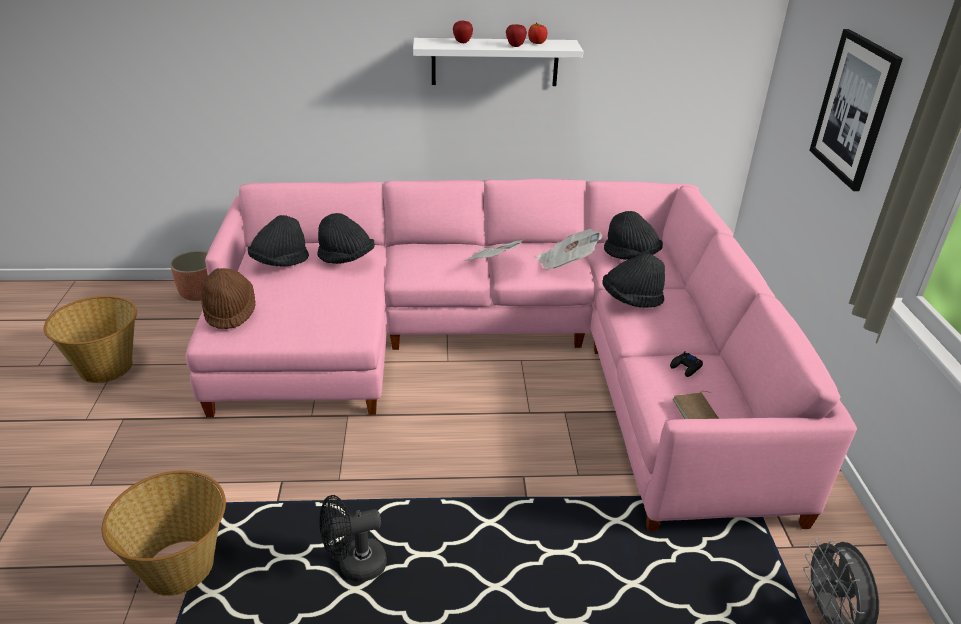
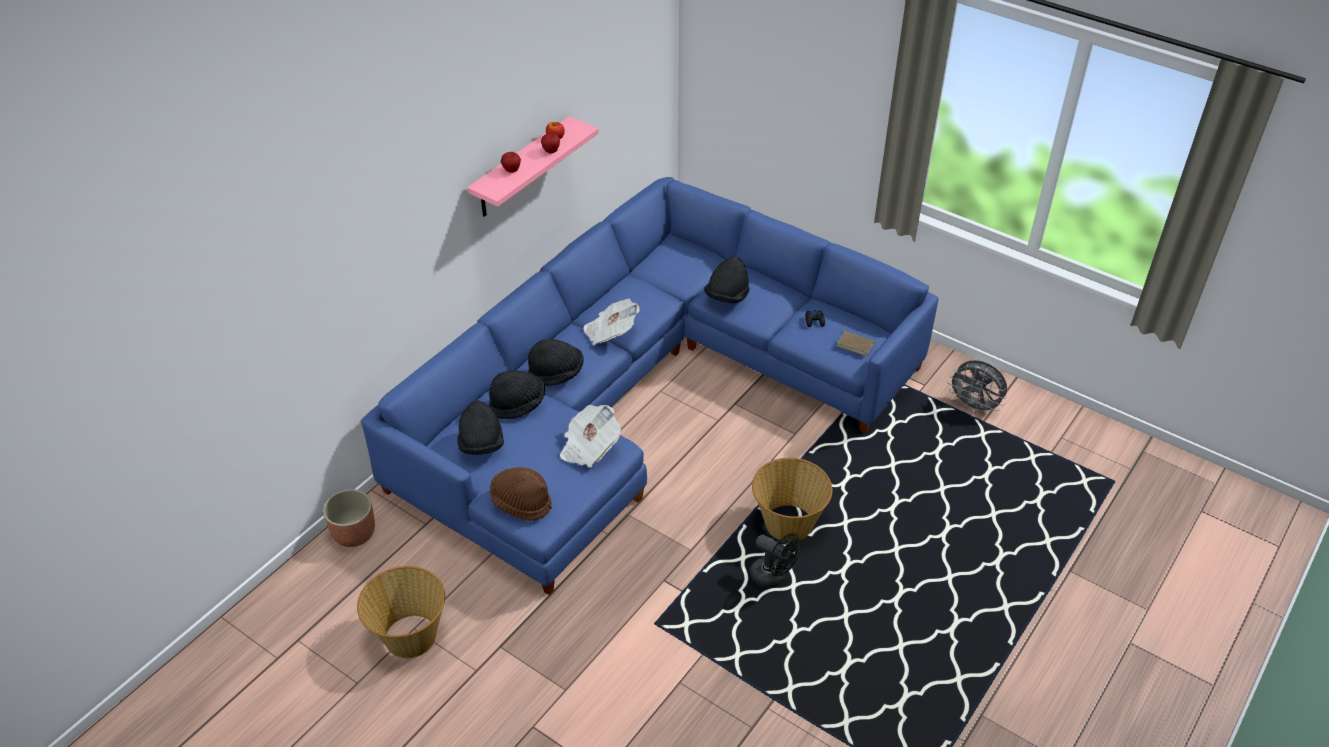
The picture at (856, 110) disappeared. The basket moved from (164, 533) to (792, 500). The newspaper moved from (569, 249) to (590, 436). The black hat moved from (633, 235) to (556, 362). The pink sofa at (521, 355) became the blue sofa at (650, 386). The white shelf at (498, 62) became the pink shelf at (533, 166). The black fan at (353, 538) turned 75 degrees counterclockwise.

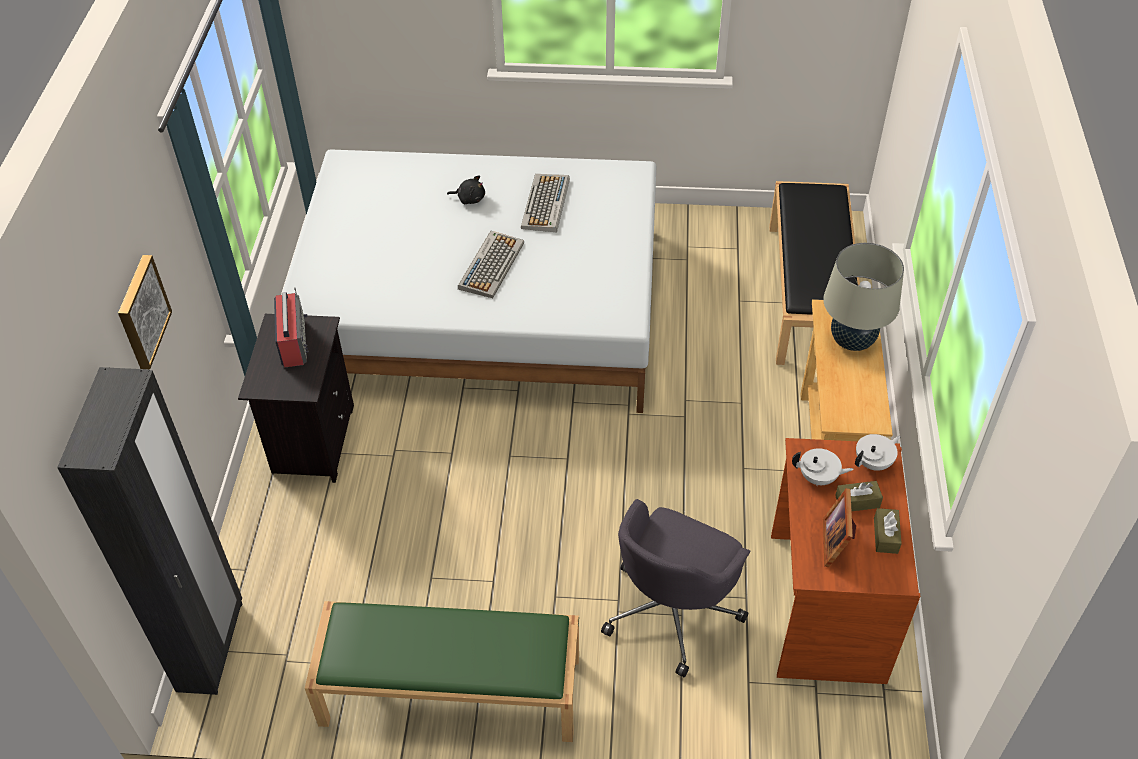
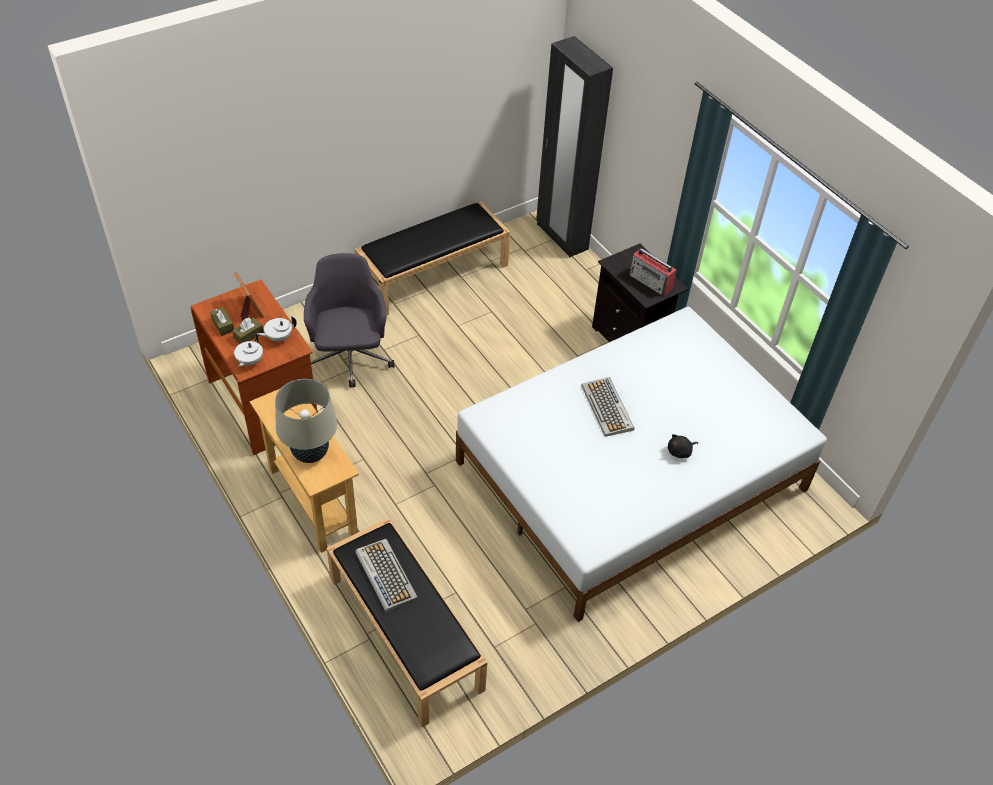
The picture at (145, 312) disappeared. The keyboard moved from (545, 203) to (387, 575). The green bench at (442, 671) became the black bench at (432, 258).

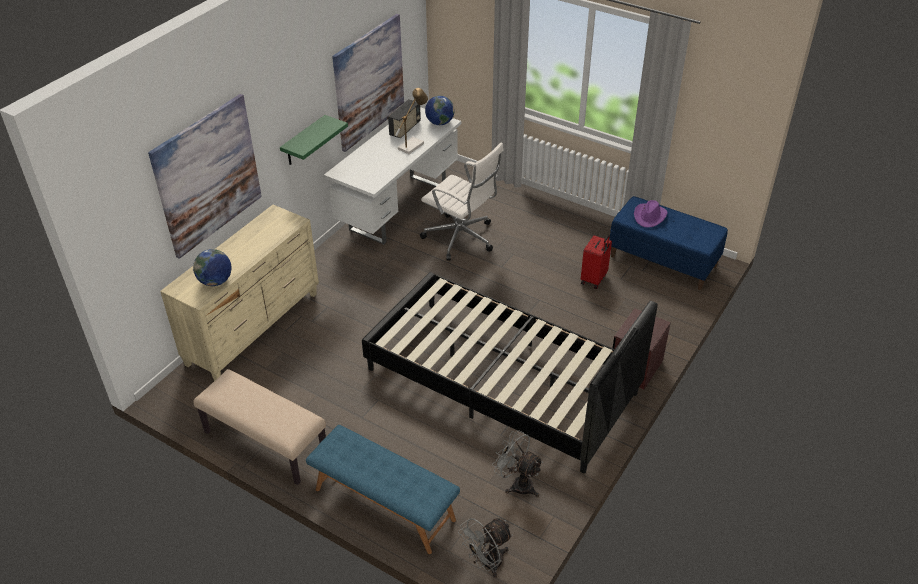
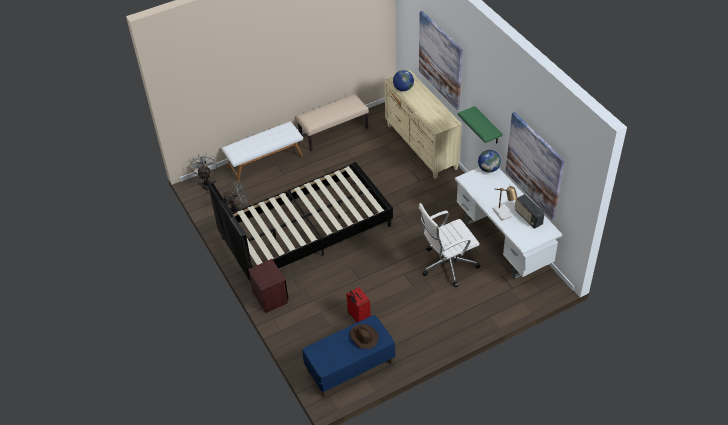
The globe moved from (439, 110) to (489, 161). The blue bench at (383, 489) became the white bench at (262, 151). The purple hat at (651, 214) became the brown hat at (364, 336).

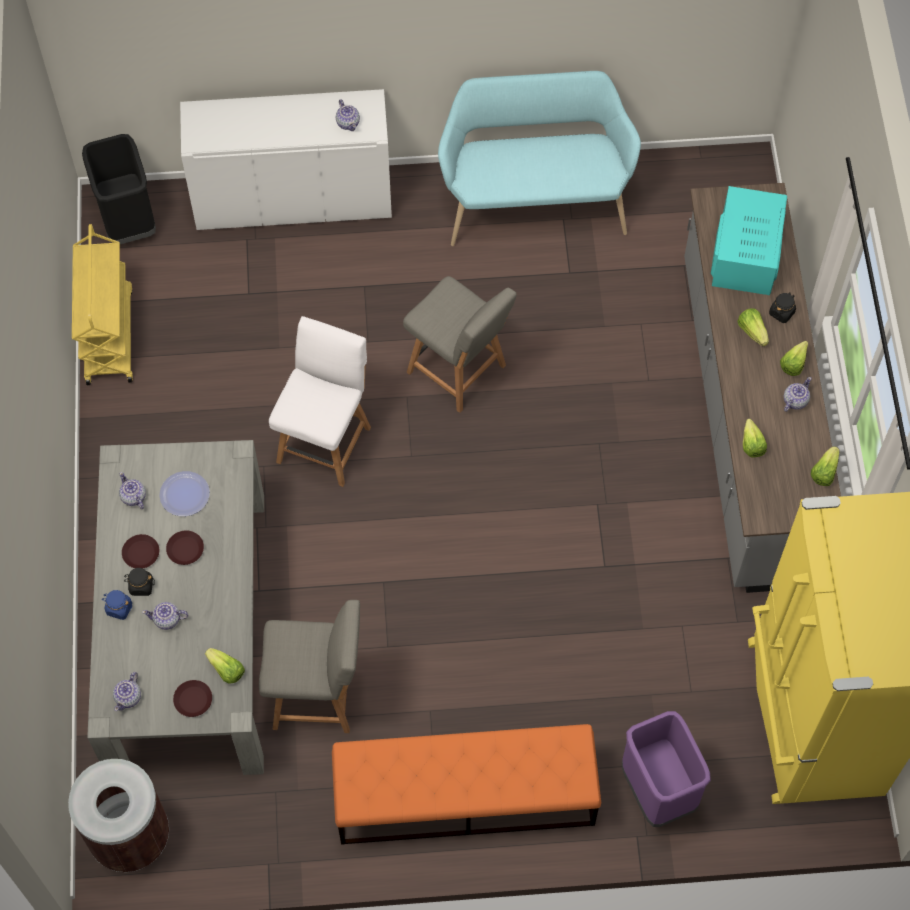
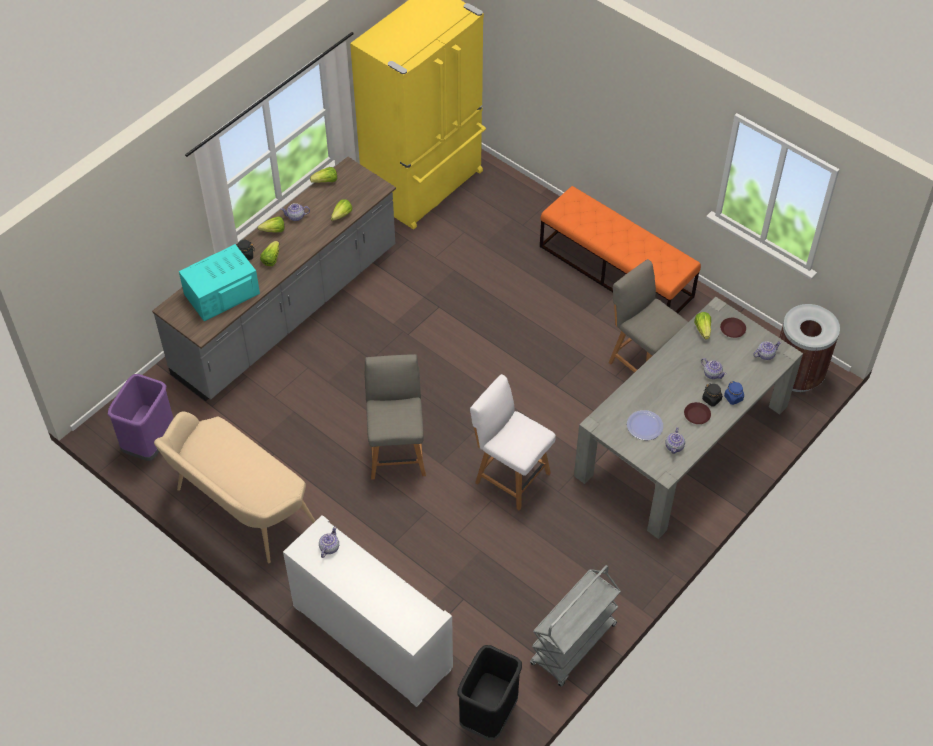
The brown plate at (185, 548) disappeared. The purple trash can moved from (666, 769) to (141, 417). The yellow cart at (102, 304) became the grey cart at (575, 626). The turquoise bench at (539, 158) became the beige bench at (234, 487). The white chair at (320, 401) turned 60 degrees clockwise.

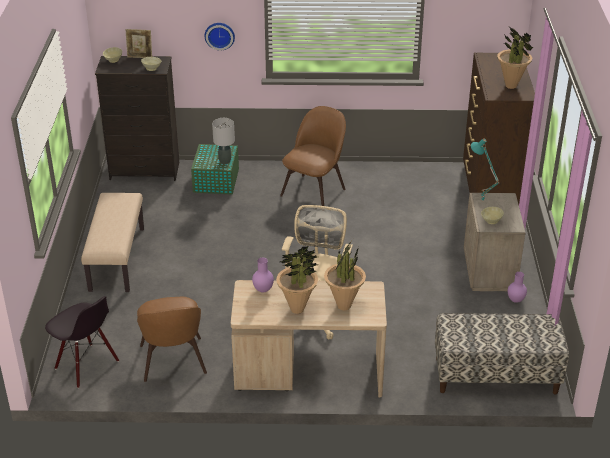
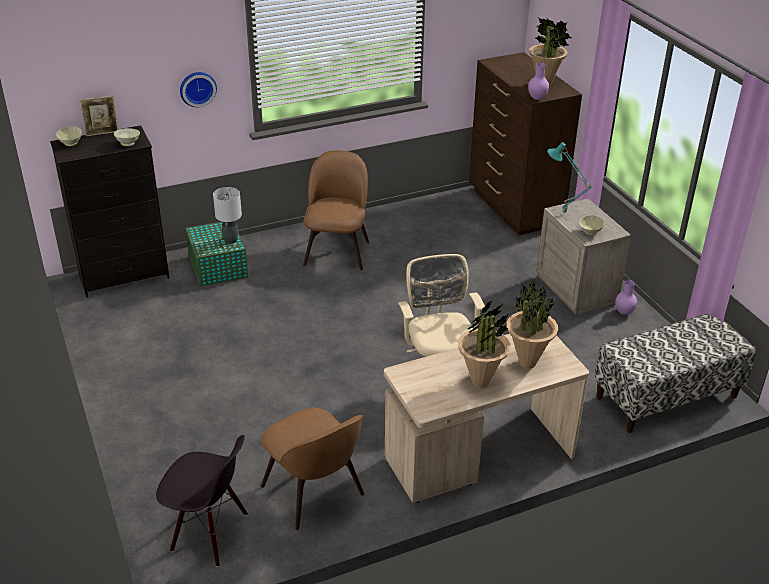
The beige bench at (112, 242) disappeared. The purple vase moved from (263, 275) to (538, 81).

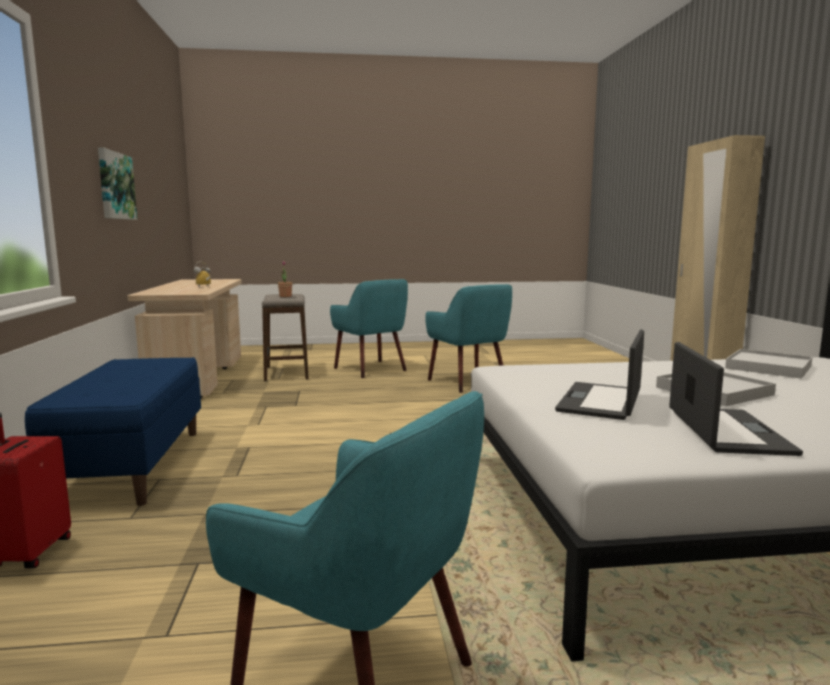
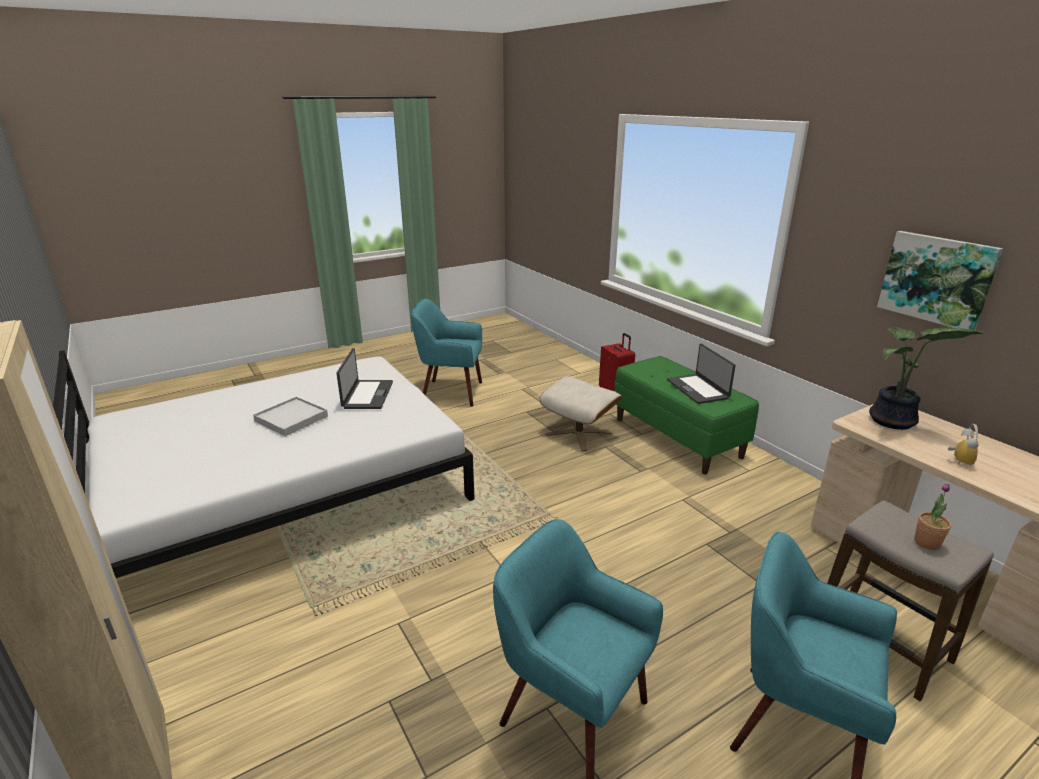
The white tray at (768, 364) disappeared. The beige ottoman at (581, 413) appeared. The potted plant at (926, 378) appeared. The laptop moved from (736, 399) to (701, 373). The blue bench at (113, 431) became the green bench at (686, 415).

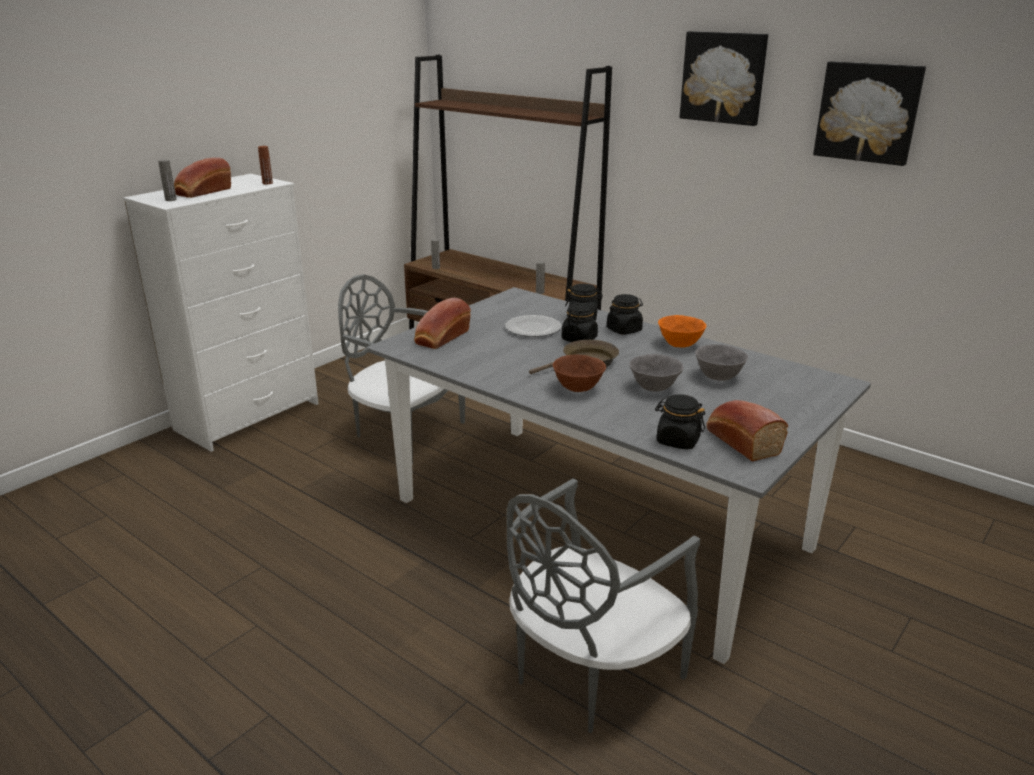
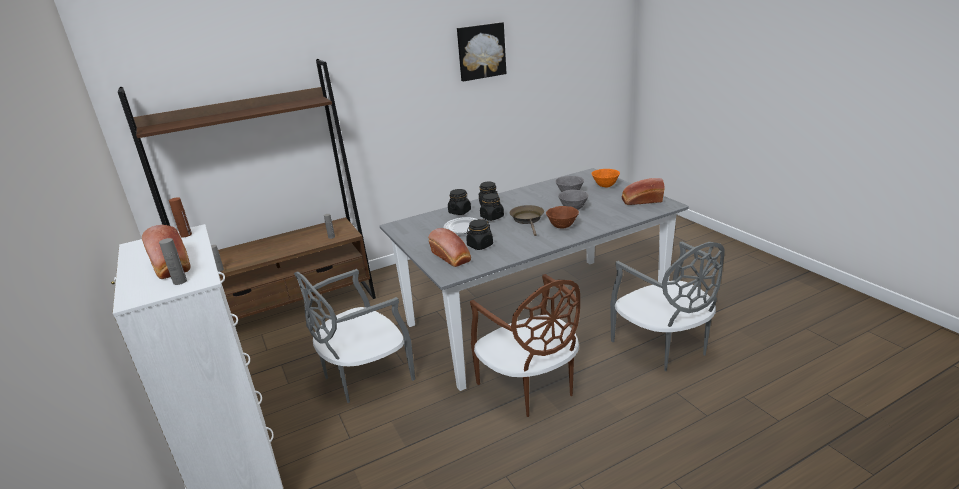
The picture at (724, 78) disappeared. The brown chair at (525, 345) appeared. The black jar moved from (680, 422) to (479, 234). The orange bowl moved from (682, 331) to (605, 178).

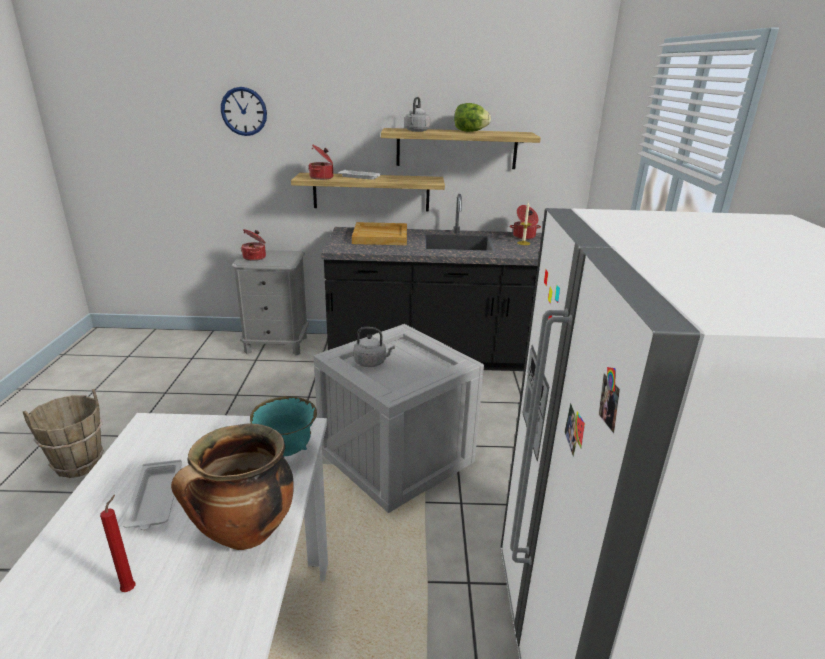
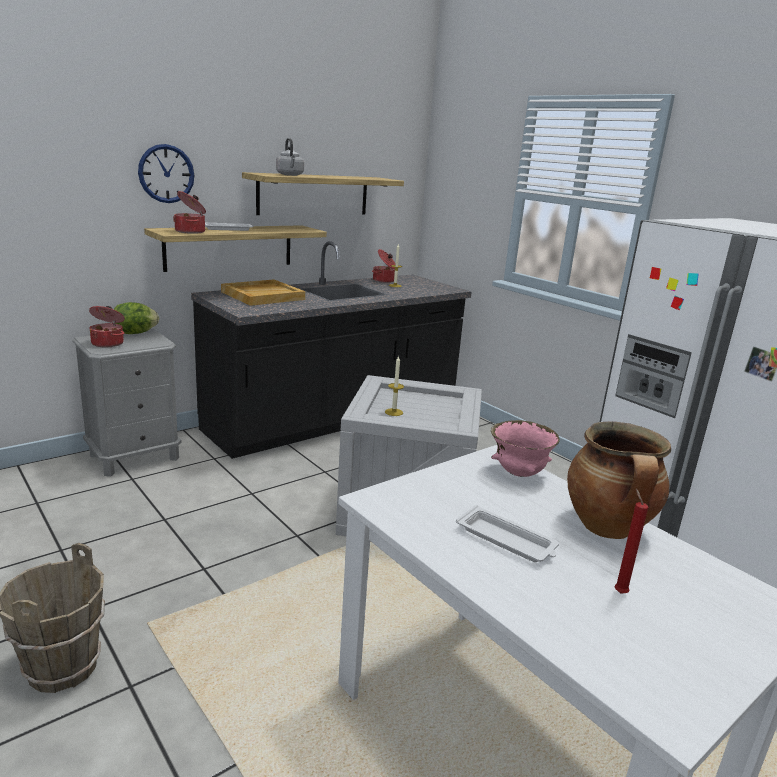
The wall clock moved from (244, 111) to (166, 173). The lettuce moved from (472, 117) to (136, 318). The grey kettle at (374, 347) was replaced by the candle at (394, 385). The turquoise bowl at (283, 426) became the pink bowl at (525, 448).

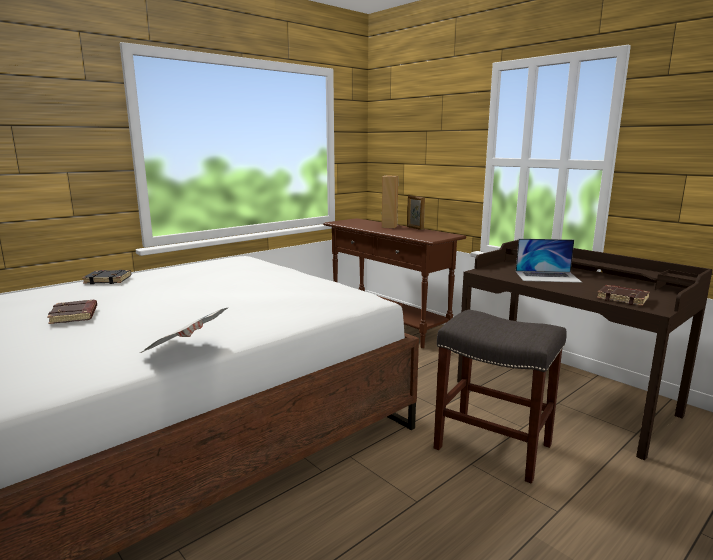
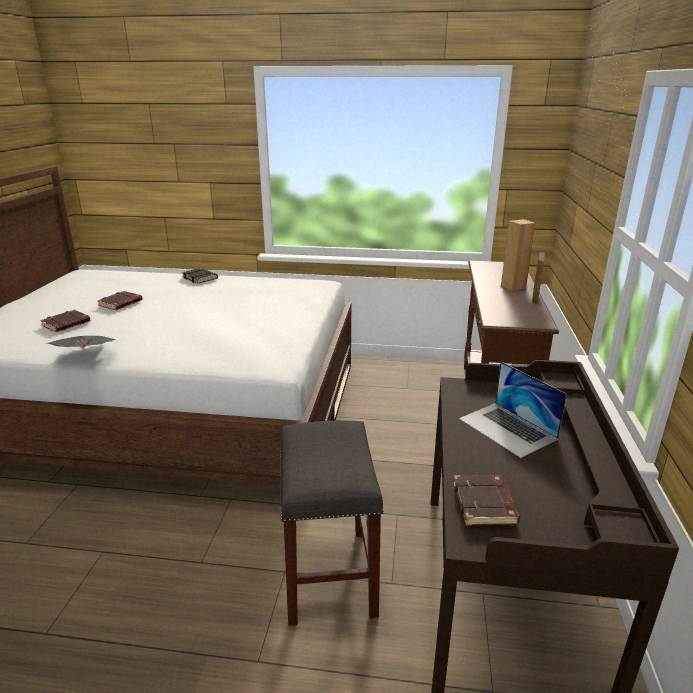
The brown book at (65, 321) appeared.

